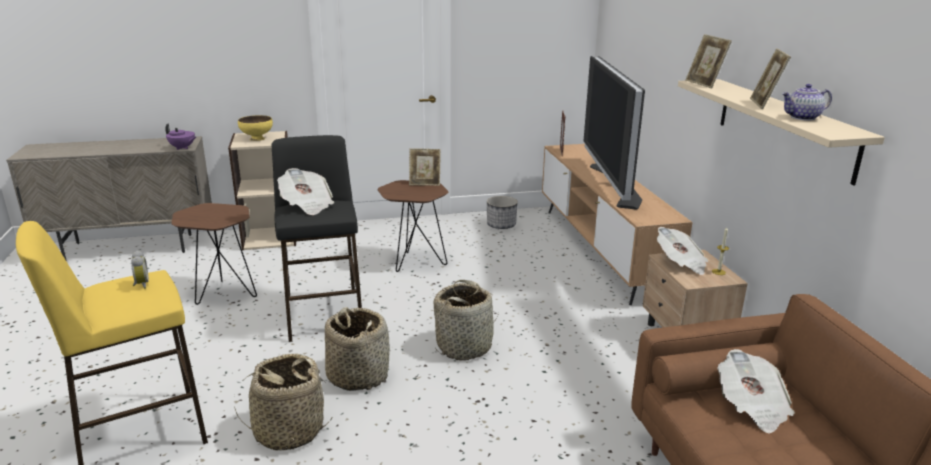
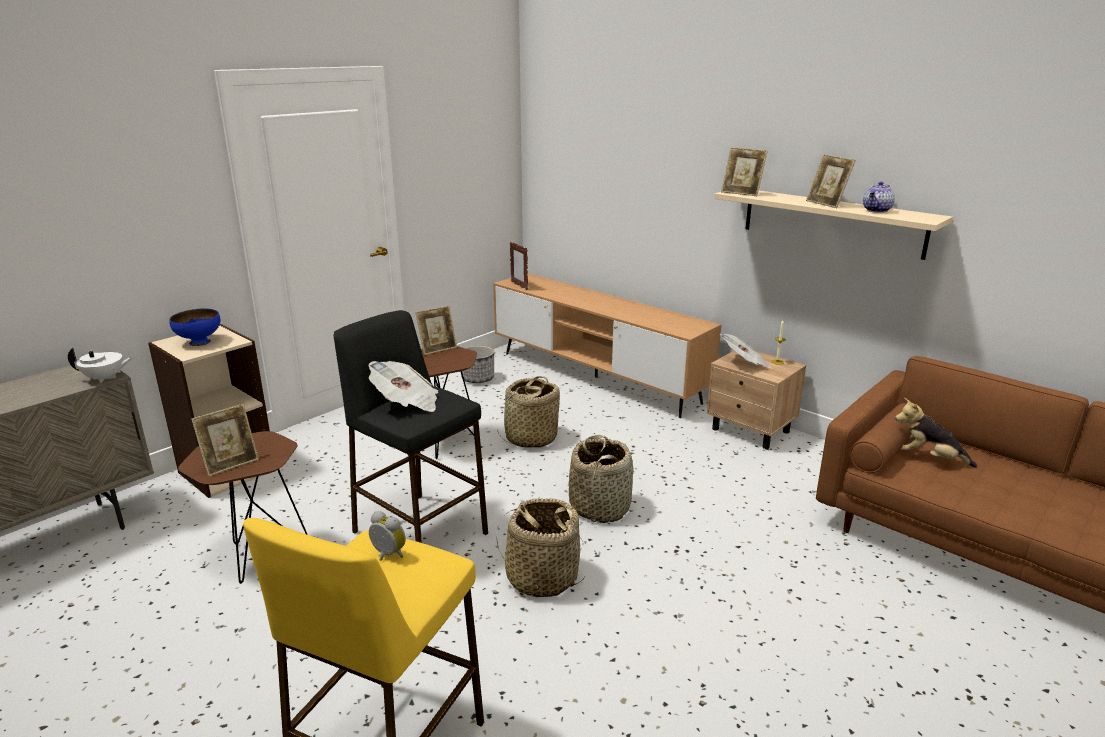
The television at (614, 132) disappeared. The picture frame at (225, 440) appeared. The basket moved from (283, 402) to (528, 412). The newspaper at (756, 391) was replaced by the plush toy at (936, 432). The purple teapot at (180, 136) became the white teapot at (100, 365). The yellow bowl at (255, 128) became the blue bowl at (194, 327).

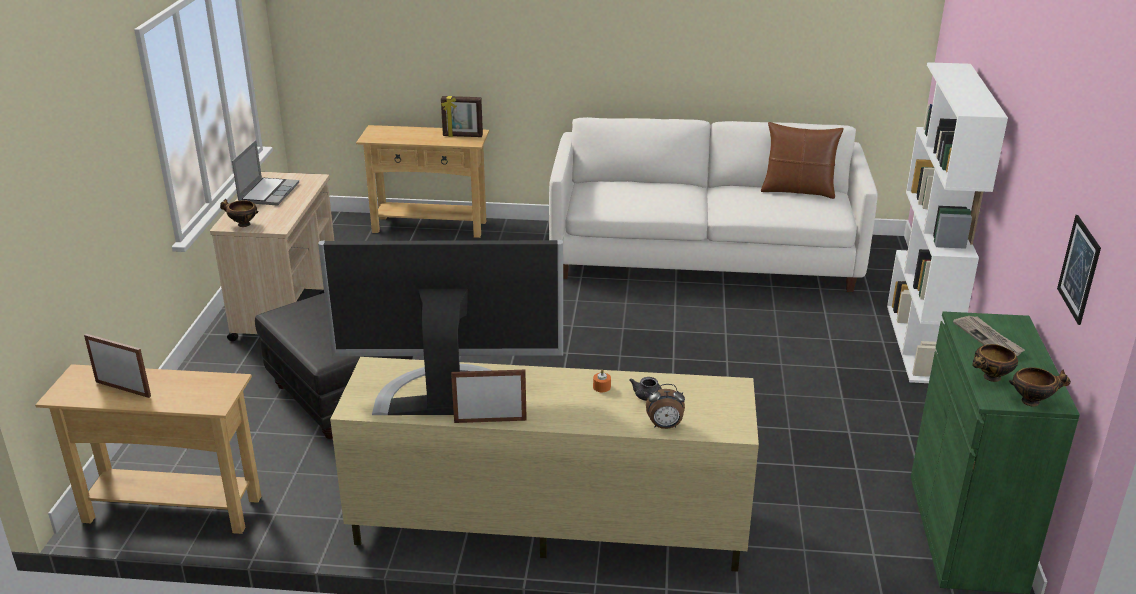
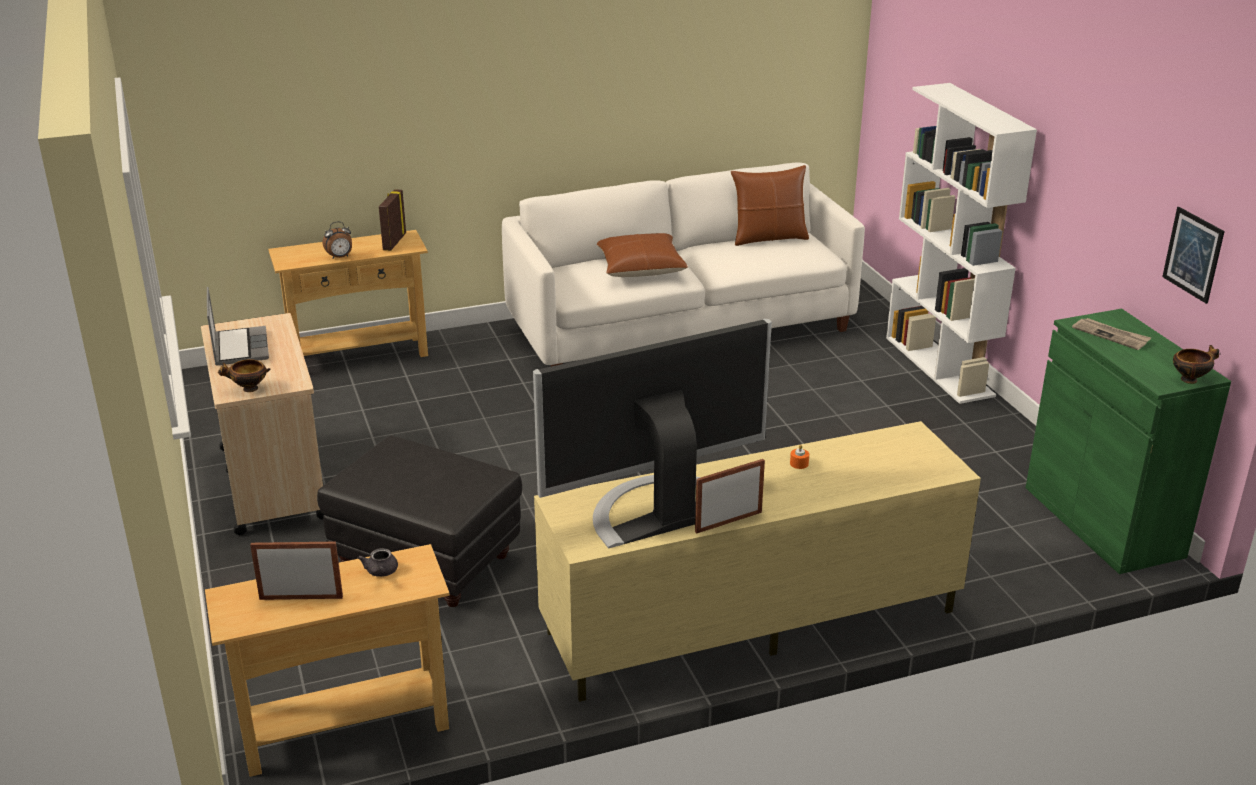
The bowl at (995, 363) disappeared. The brown pillow at (642, 255) appeared. The grey teapot moved from (645, 389) to (378, 562). The alarm clock moved from (665, 406) to (337, 240). The picture frame at (462, 116) turned 120 degrees clockwise.

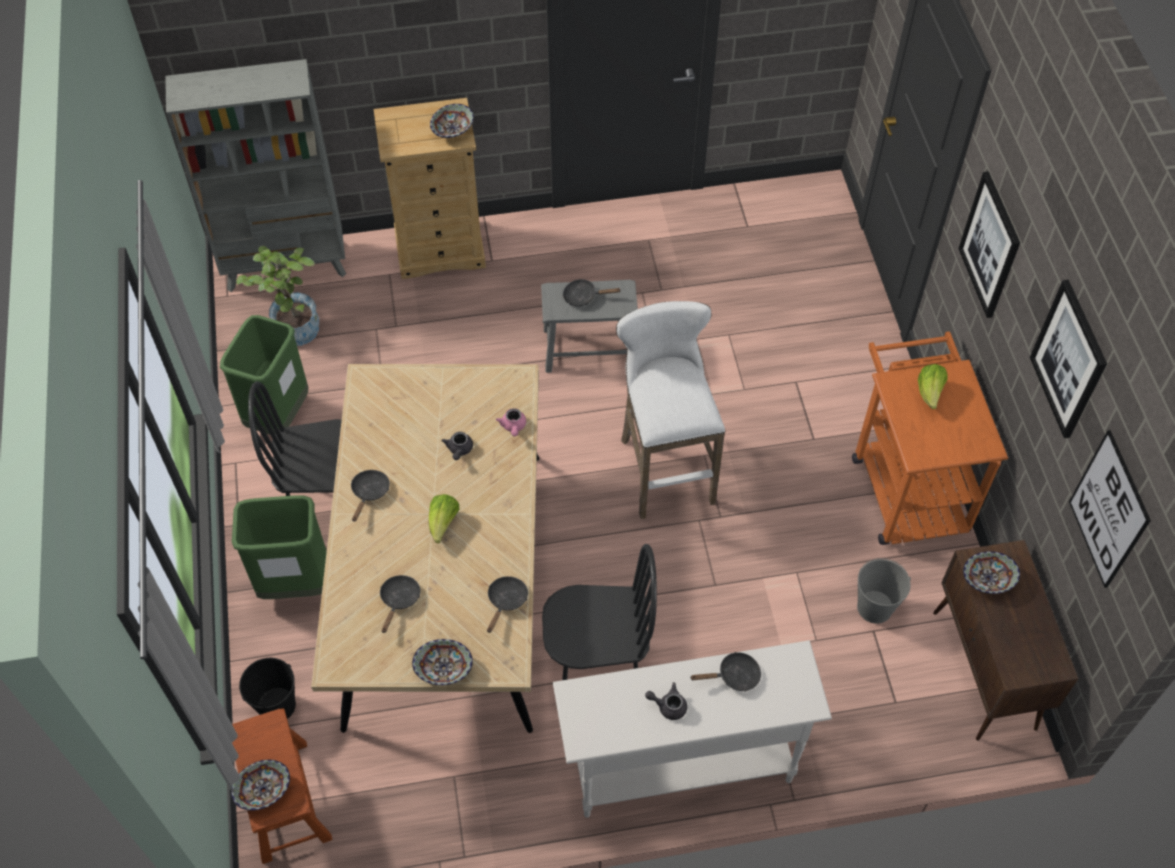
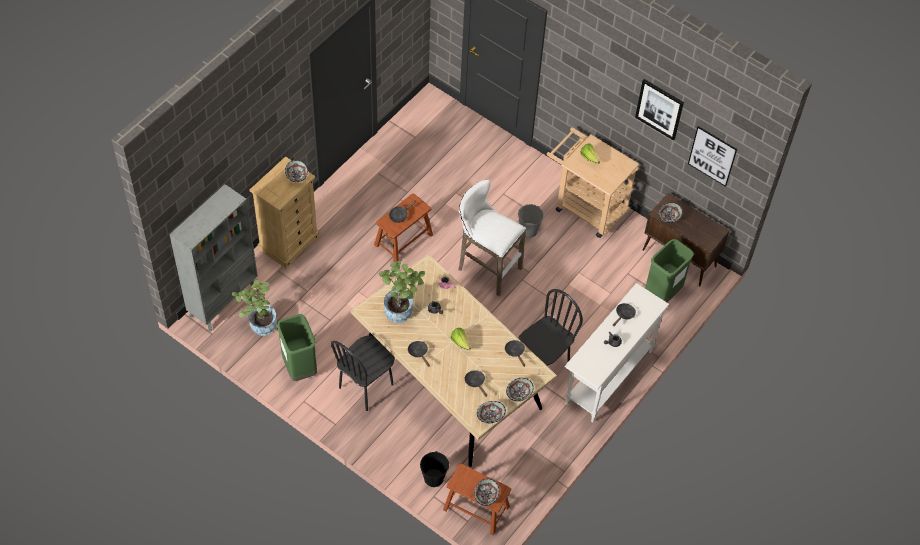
The picture at (989, 244) disappeared. The potted plant at (401, 292) appeared. The bowl at (491, 412) appeared. The green trash can moved from (279, 547) to (669, 270). The grey bucket moved from (884, 591) to (531, 221). The grey stool at (589, 326) became the brown stool at (403, 228). The orange cart at (930, 438) became the beige cart at (593, 183).

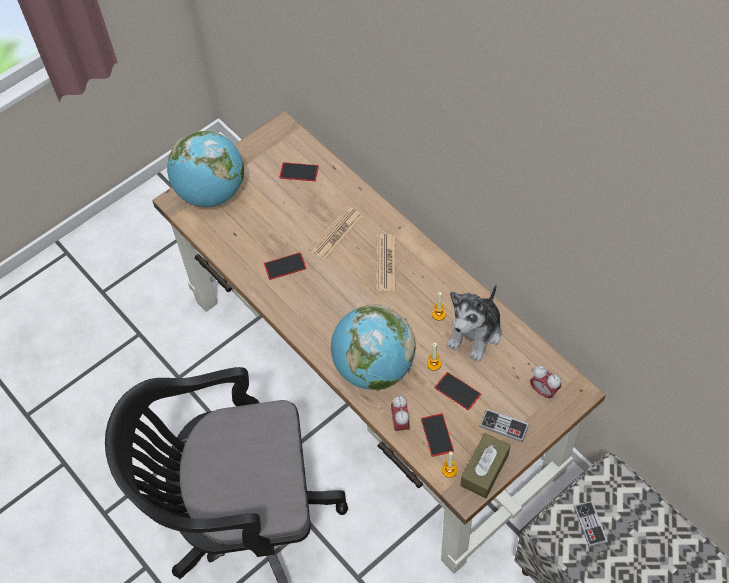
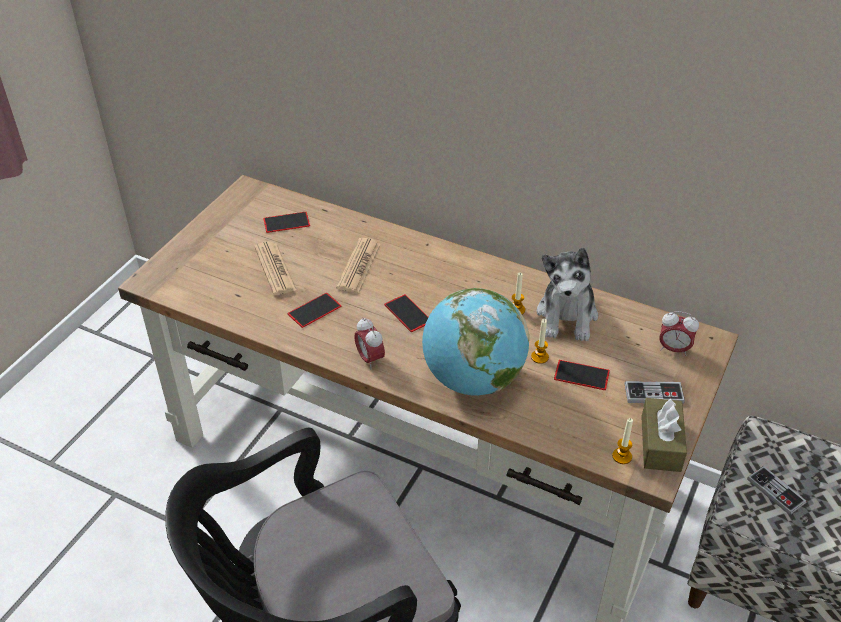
The globe at (205, 169) disappeared. The newspaper moved from (386, 262) to (275, 268). The alarm clock moved from (400, 415) to (369, 343). The phone moved from (437, 435) to (406, 313).

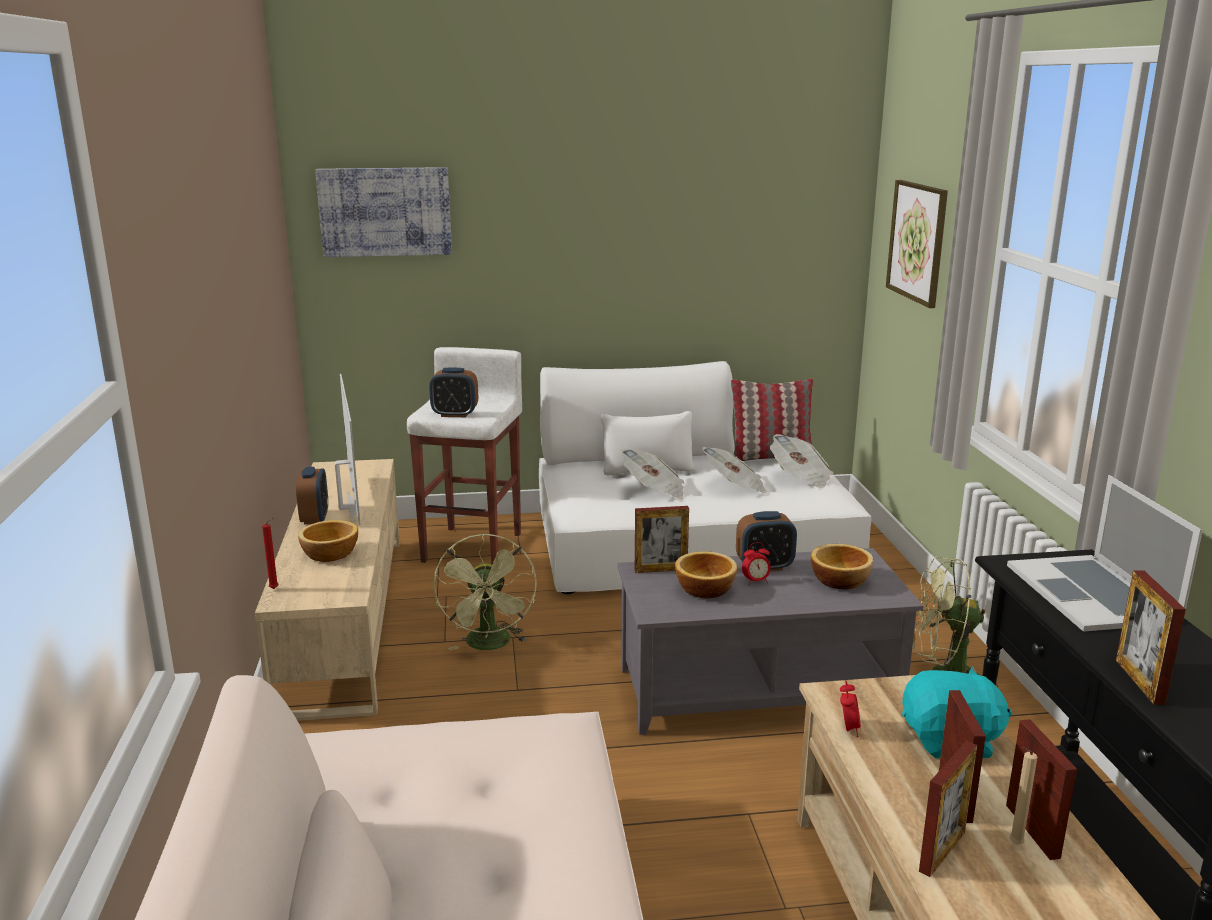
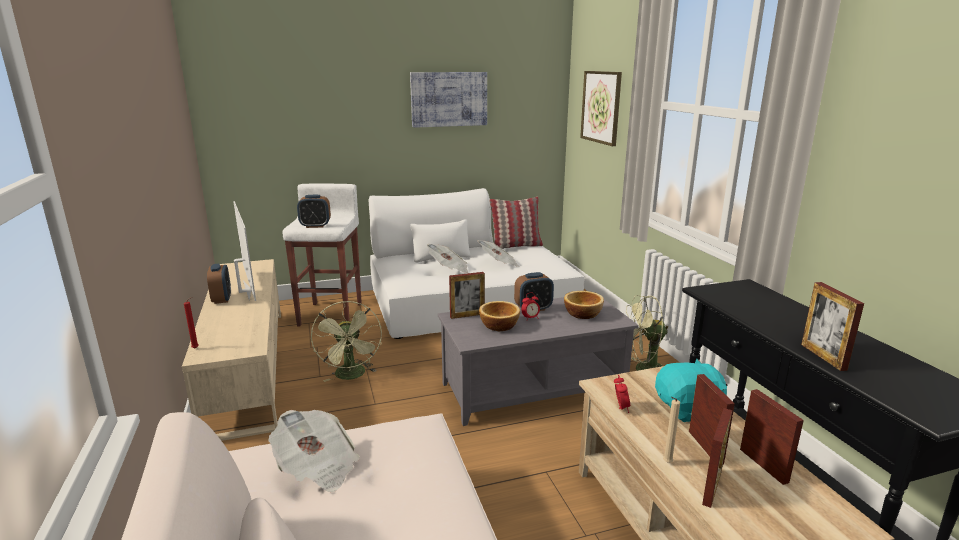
The bowl at (328, 541) disappeared. The laptop at (1105, 553) disappeared. The picture moved from (383, 212) to (448, 100). The newspaper moved from (801, 461) to (314, 451). The beige candle moved from (1023, 795) to (671, 430).

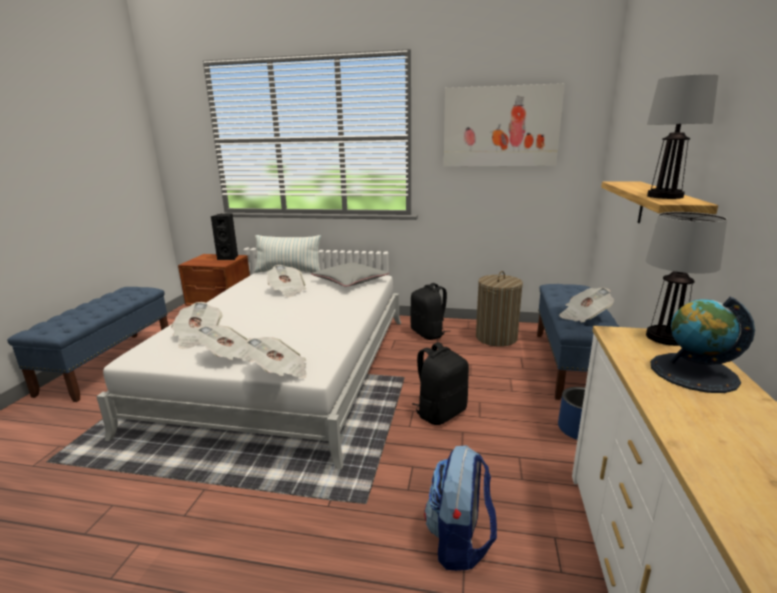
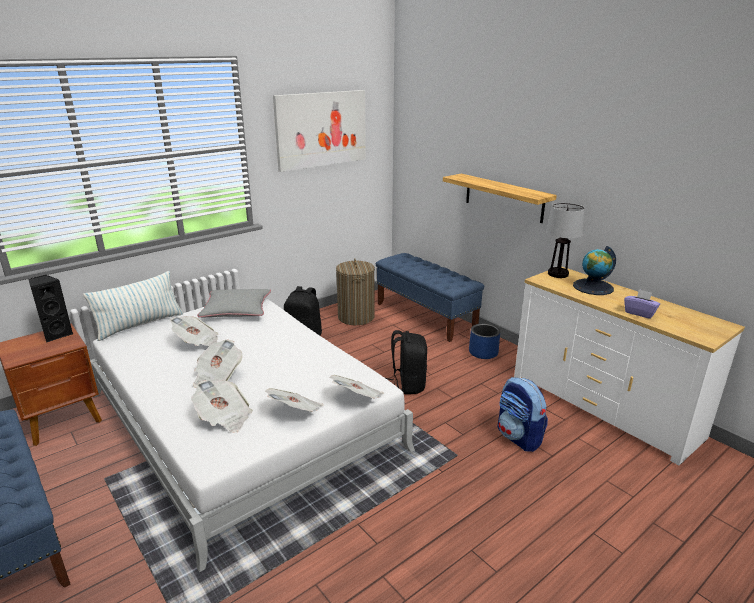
The table lamp at (682, 136) disappeared. The purple tissue box at (642, 304) appeared. The newspaper moved from (586, 305) to (217, 363).

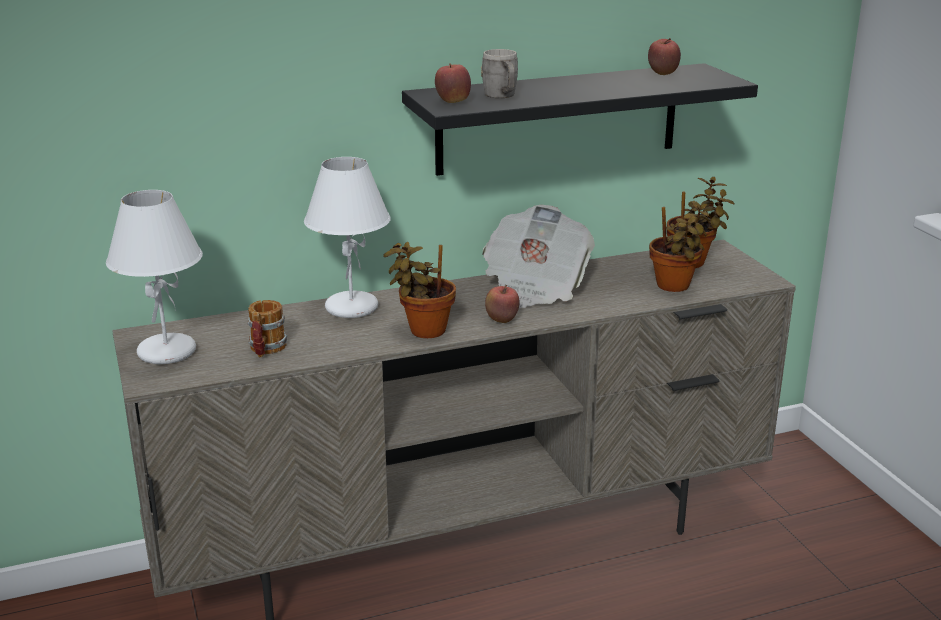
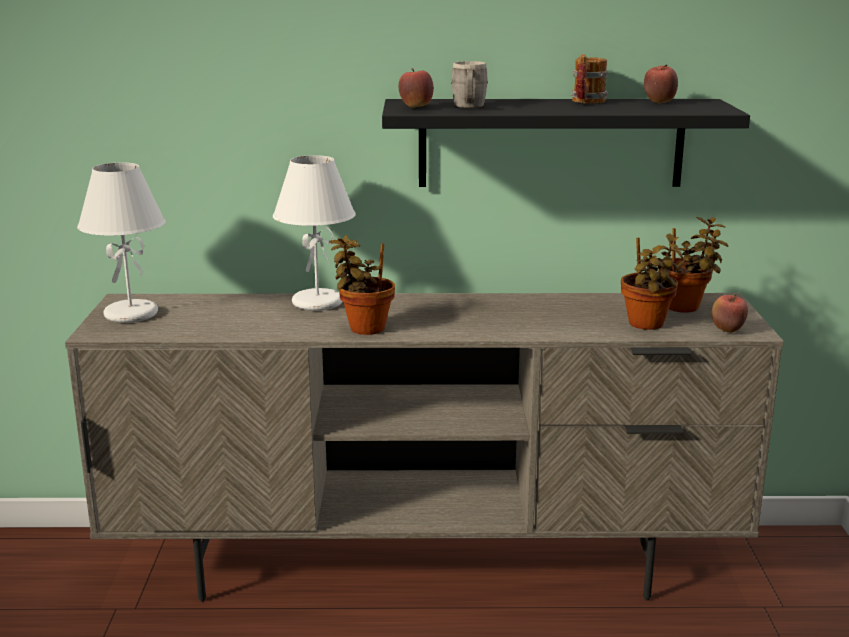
The newspaper at (538, 256) disappeared. The mug moved from (267, 328) to (589, 79). The apple moved from (502, 304) to (730, 313).

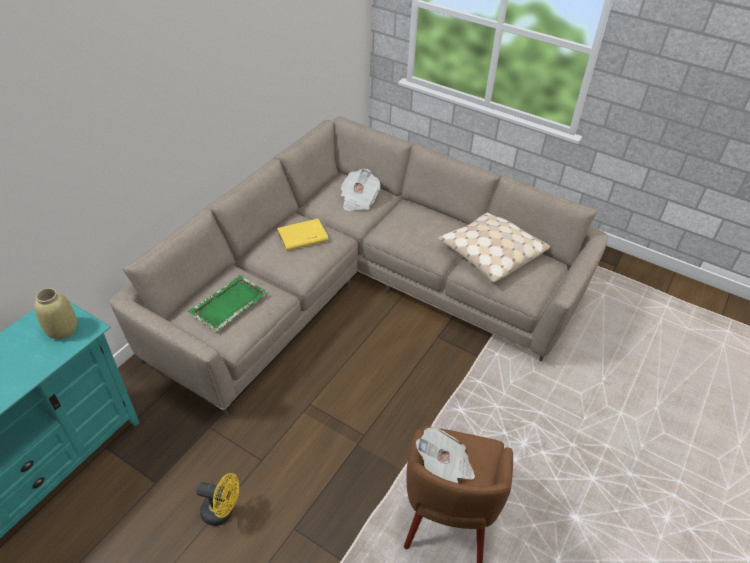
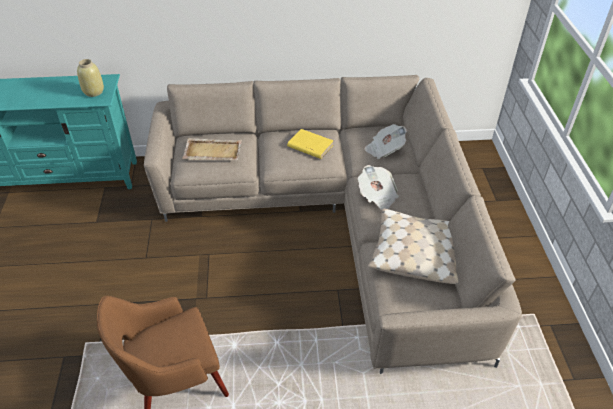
The yellow fan at (217, 499) disappeared. The newspaper moved from (445, 455) to (378, 187). The green tray at (228, 303) became the beige tray at (212, 149).

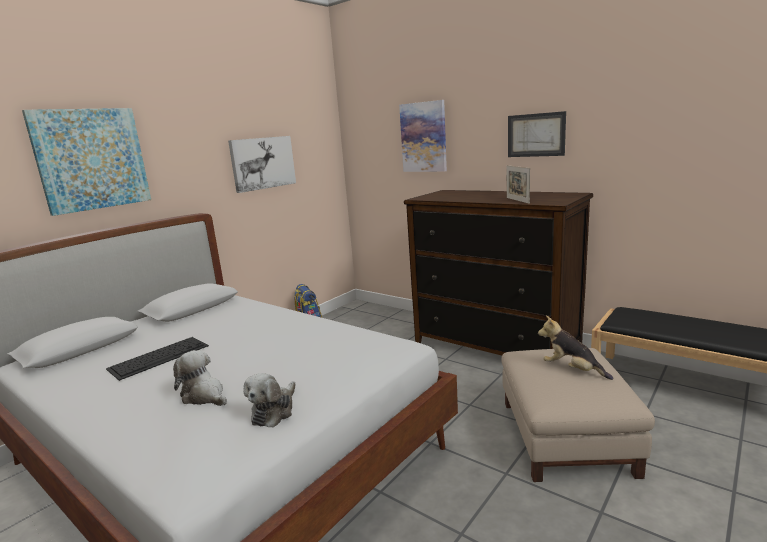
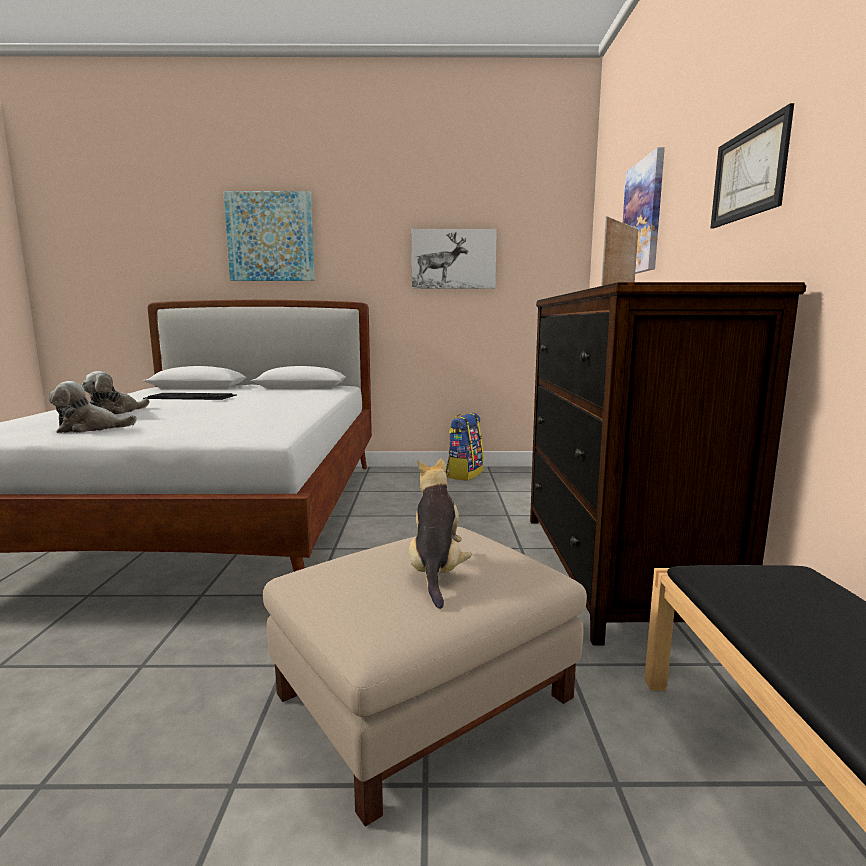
The plush toy at (200, 378) turned 150 degrees counterclockwise.

